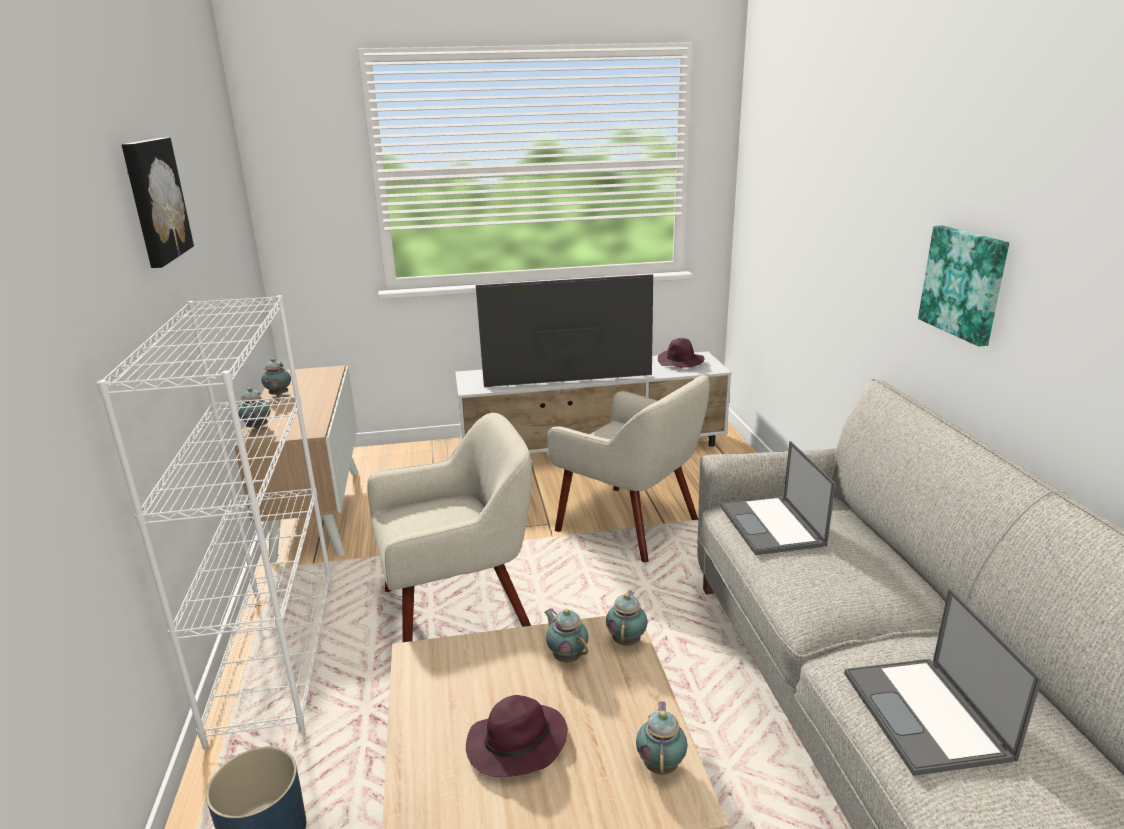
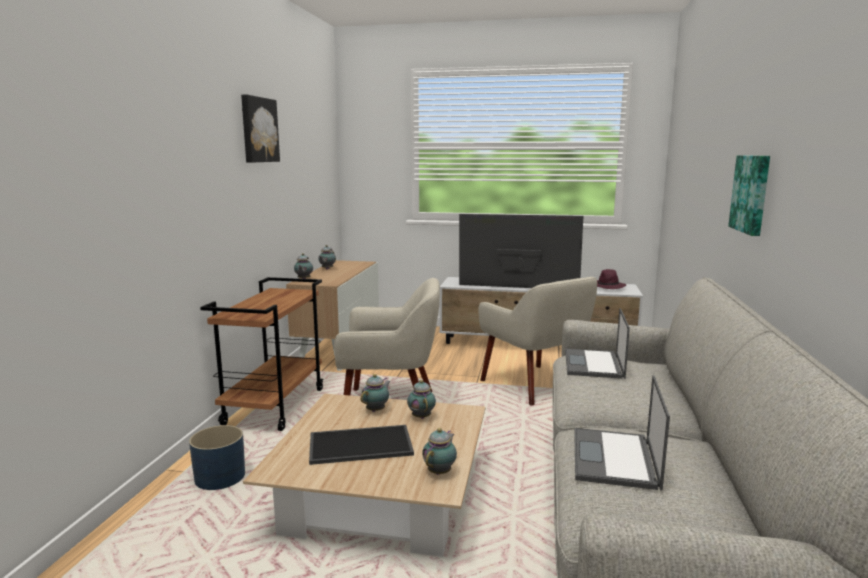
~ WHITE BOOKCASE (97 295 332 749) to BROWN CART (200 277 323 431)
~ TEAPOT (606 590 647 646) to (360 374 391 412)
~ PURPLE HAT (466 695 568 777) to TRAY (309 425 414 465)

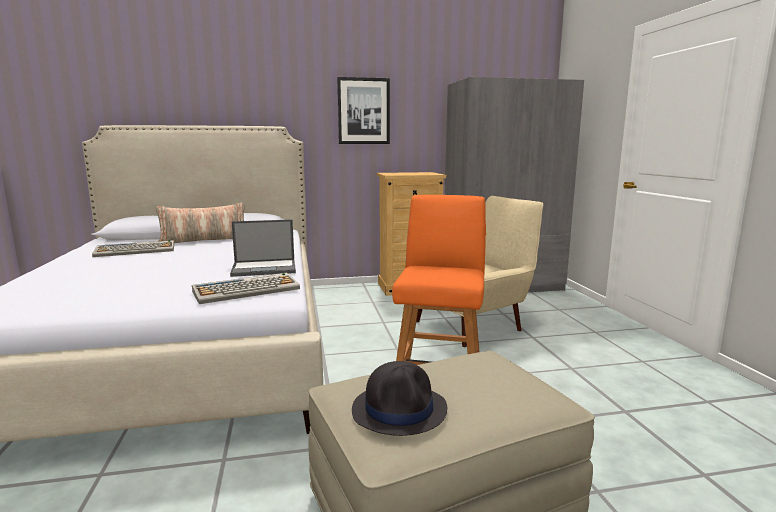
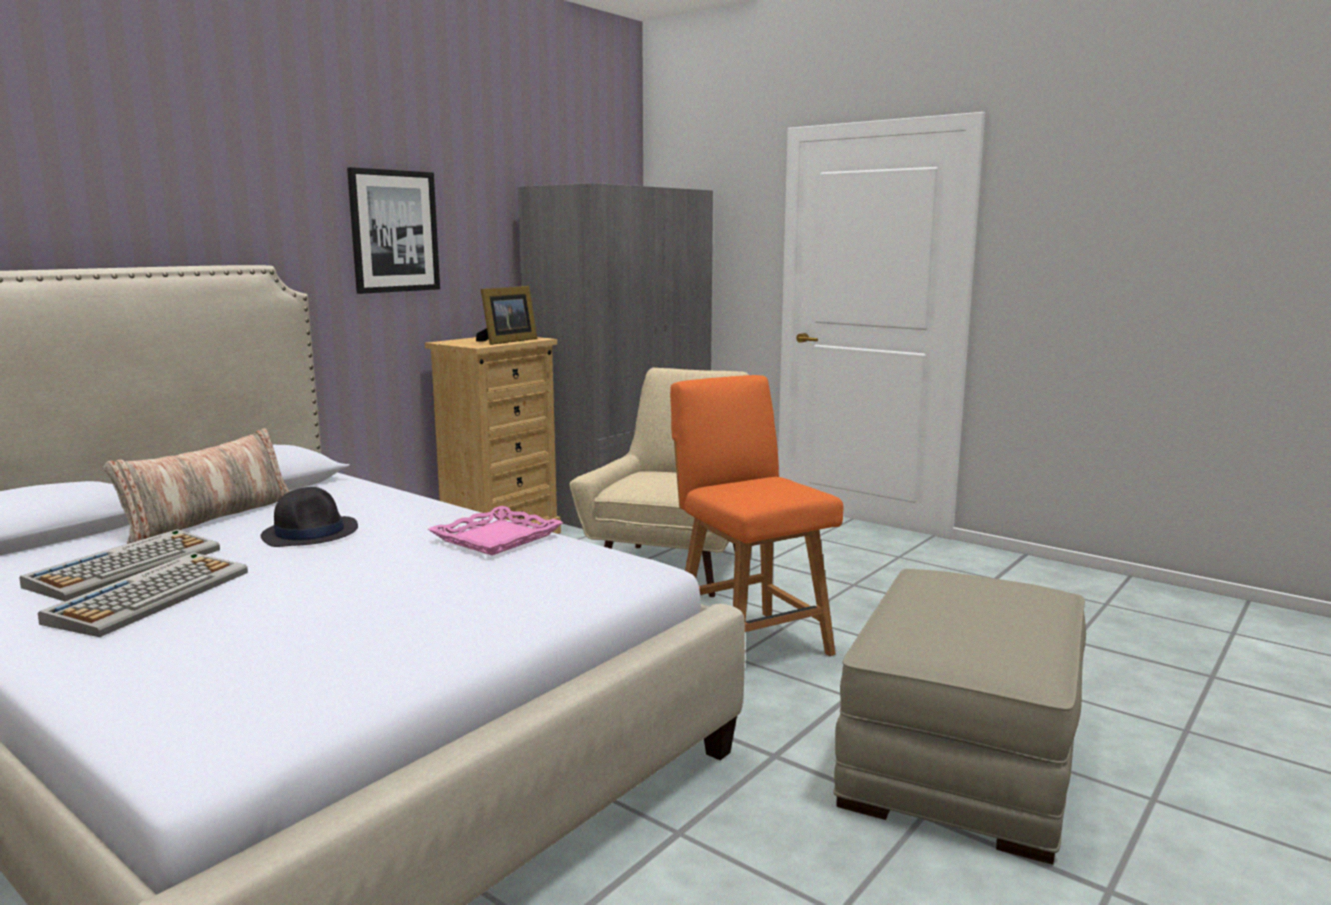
~ LAPTOP (230 219 296 277) to PINK TRAY (428 506 563 555)
~ KEYBOARD (192 273 300 304) to (38 552 248 637)
~ BLACK HAT (352 361 447 436) to (261 487 358 547)
+ PICTURE FRAME (476 286 538 345)

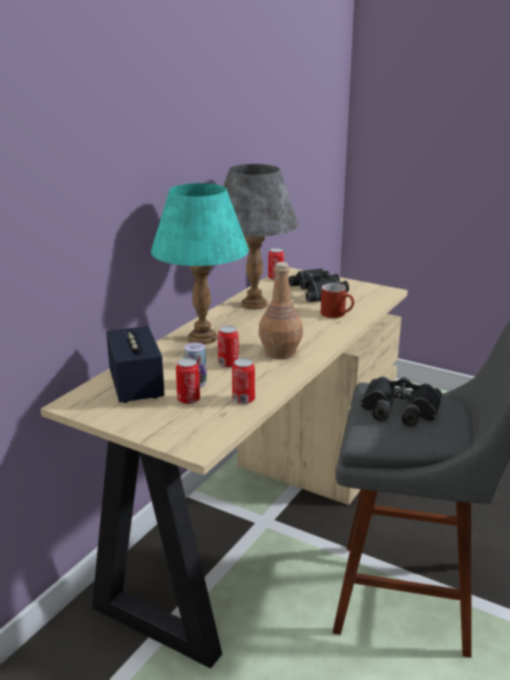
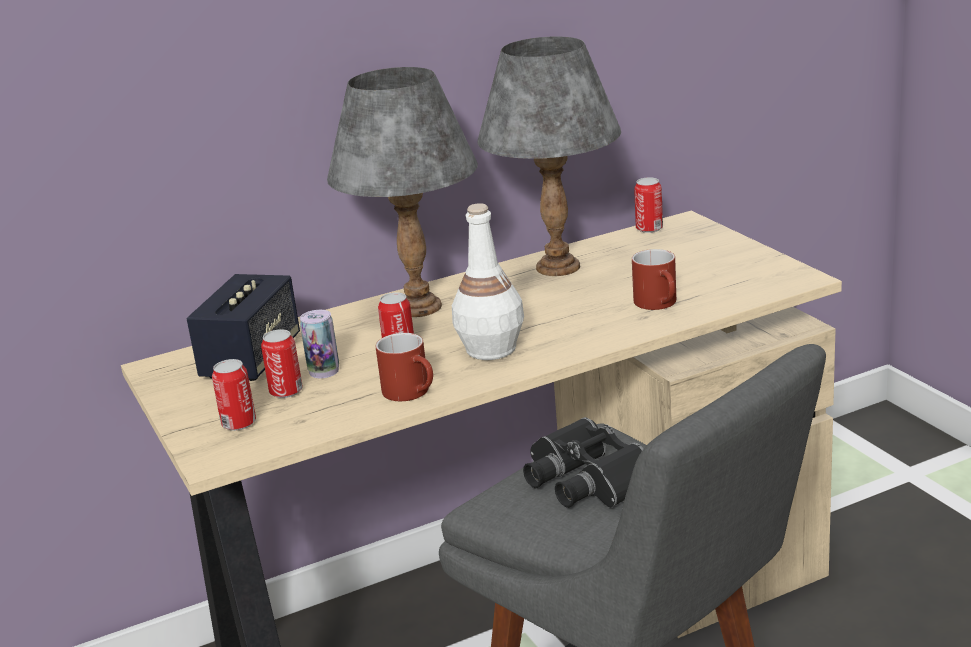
~ TURQUOISE TABLE LAMP (151 183 249 344) to GREY TABLE LAMP (327 67 478 317)
~ BROWN BOTTLE (259 262 303 359) to WHITE BOTTLE (452 203 524 360)
- BLACK BINOCULARS (289 268 349 302)
~ CAN (232 358 255 404) to (212 359 256 431)
+ RED MUG (375 333 433 401)

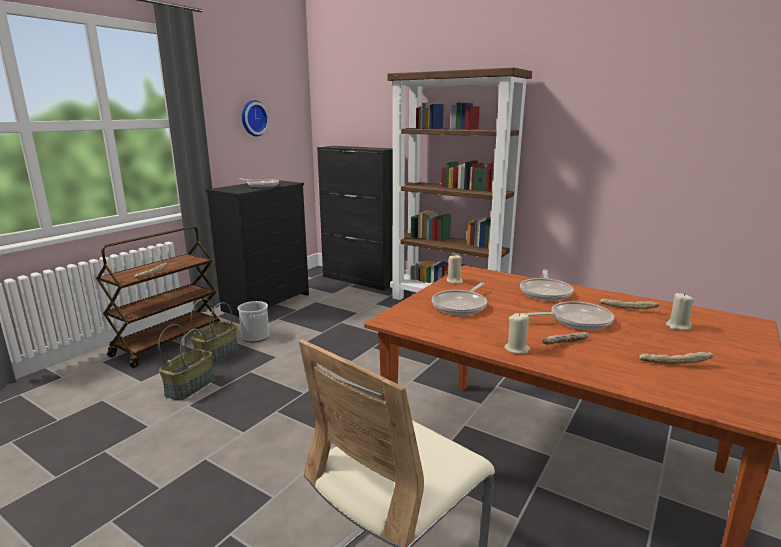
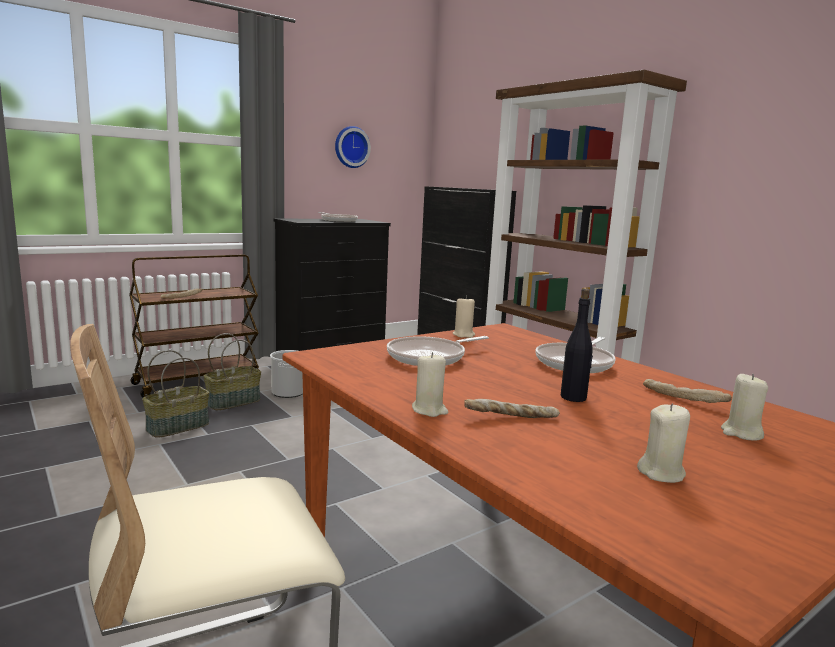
~ FRYING PAN (523 301 614 330) to BLACK BOTTLE (561 288 593 402)
~ BREAD (639 352 713 364) to BEIGE CANDLE (637 404 690 483)

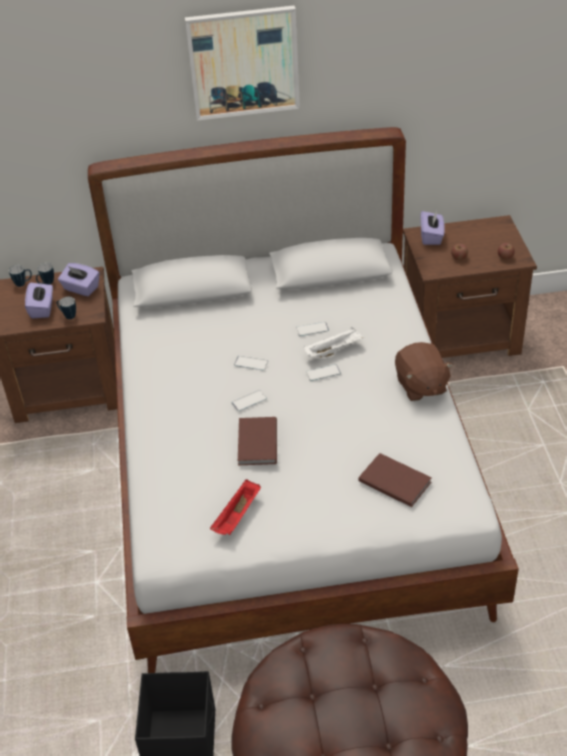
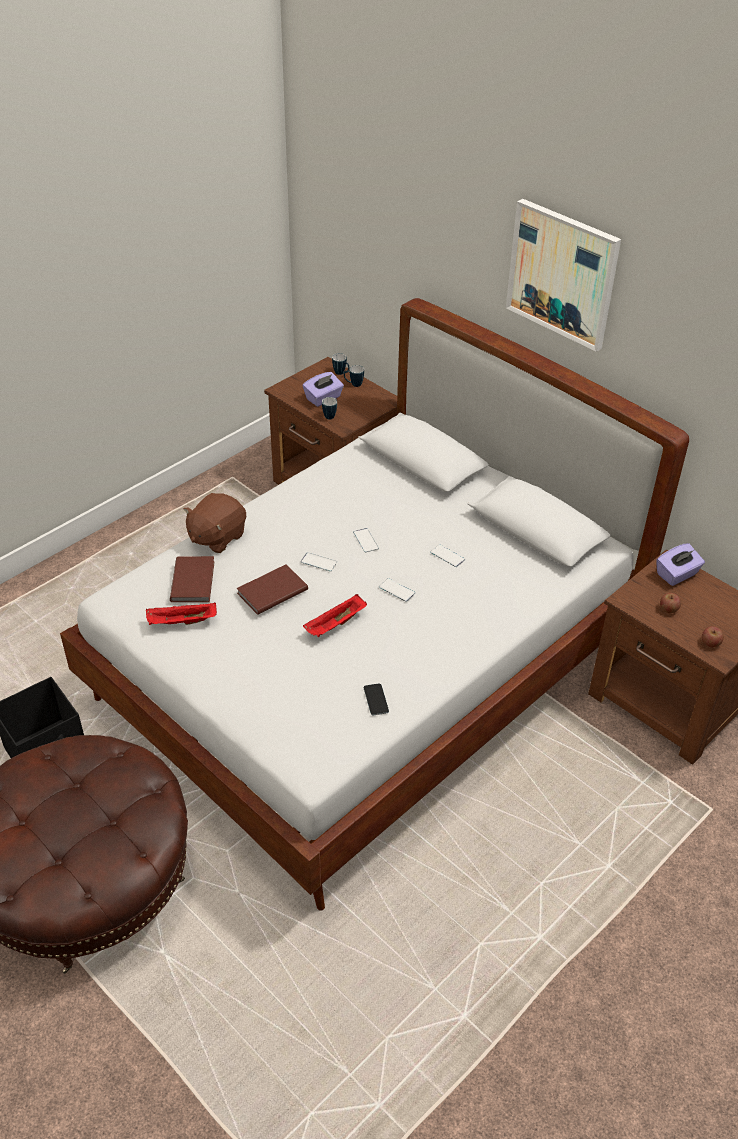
- PURPLE TISSUE BOX (58 263 99 296)
- WHITE TRAY (304 327 364 357)
~ BROWN PLUSH TOY (395 342 453 401) to (184 493 246 553)
~ BROWN BOOK (358 453 432 507) to (170 556 215 602)
+ RED TRAY (303 594 367 637)
+ PHONE (364 683 389 715)

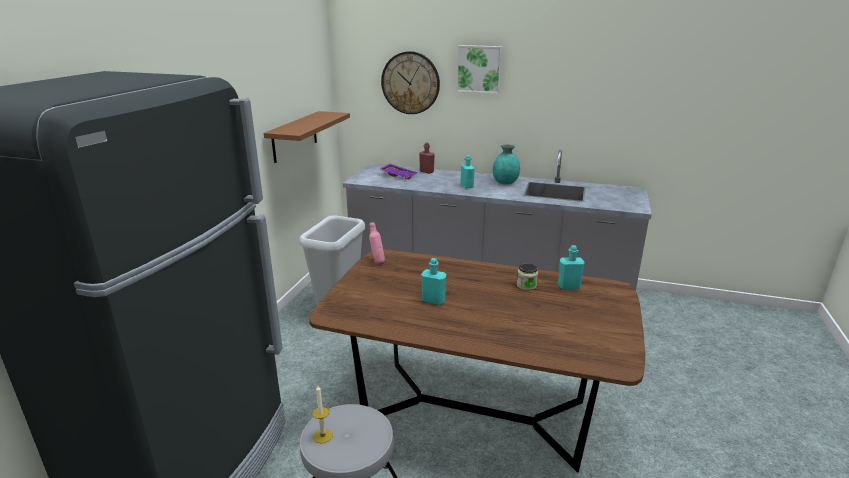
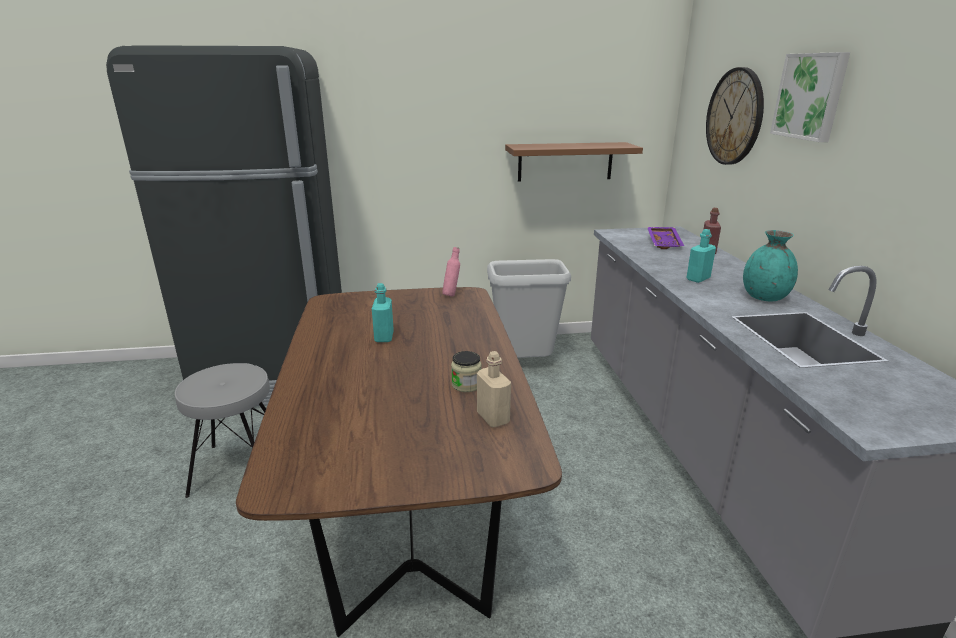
~ TURQUOISE BOTTLE (558 245 585 289) to BEIGE BOTTLE (477 351 511 428)
- CANDLE (312 386 333 443)

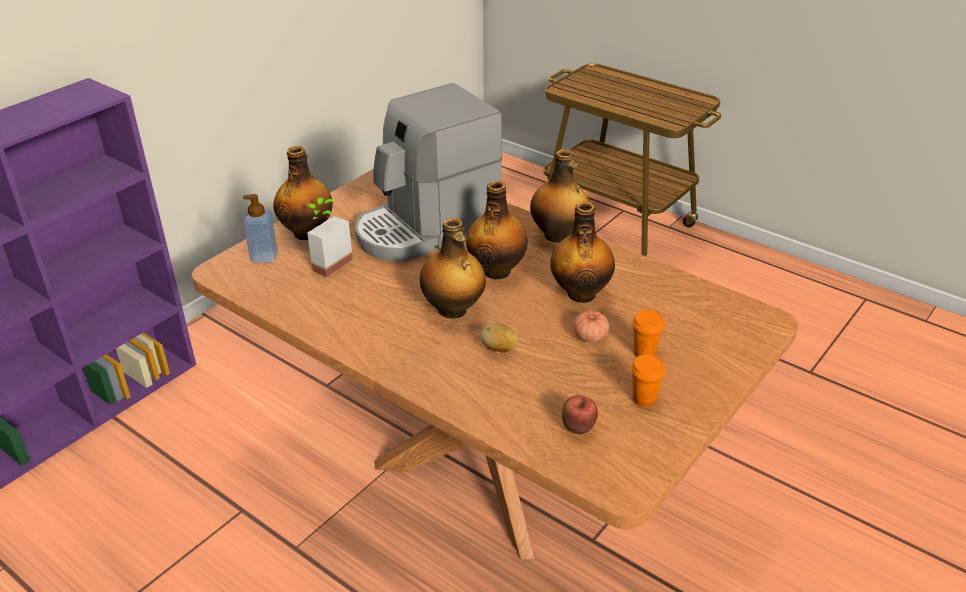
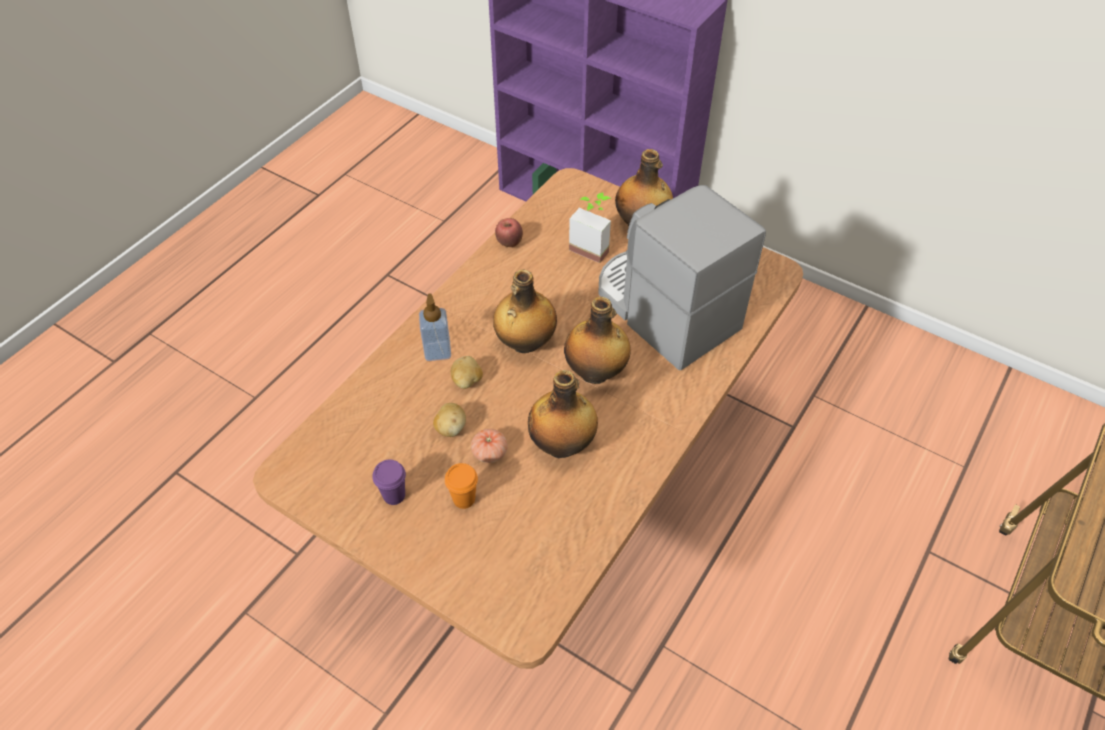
- BOTTLE (530 149 589 243)
~ SOAP DISPENSER (243 194 278 263) to (419 293 451 361)
~ ORANGE CUP (631 354 666 407) to PURPLE CUP (372 460 406 505)
~ APPLE (562 395 598 434) to (495 218 523 247)
+ POTATO (433 403 466 437)

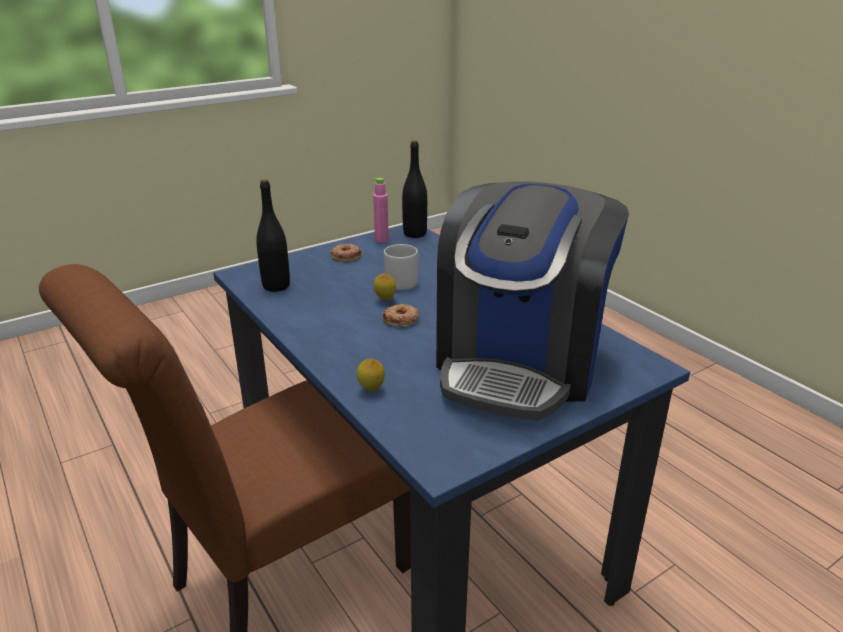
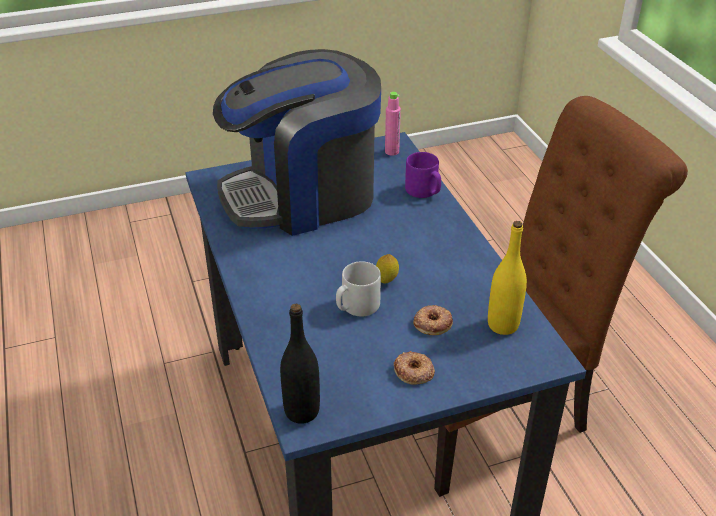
~ PINK BOTTLE (373 178 389 243) to (385 92 401 156)
~ BLACK BOTTLE (256 179 290 292) to YELLOW BOTTLE (488 221 527 335)
~ COFFEE MACHINE (436 181 629 421) = (213 49 381 236) 150 degrees counterclockwise
~ DONUT (383 304 420 327) to (413 305 453 335)
~ LEMON (357 359 385 391) to PURPLE MUG (405 152 441 198)

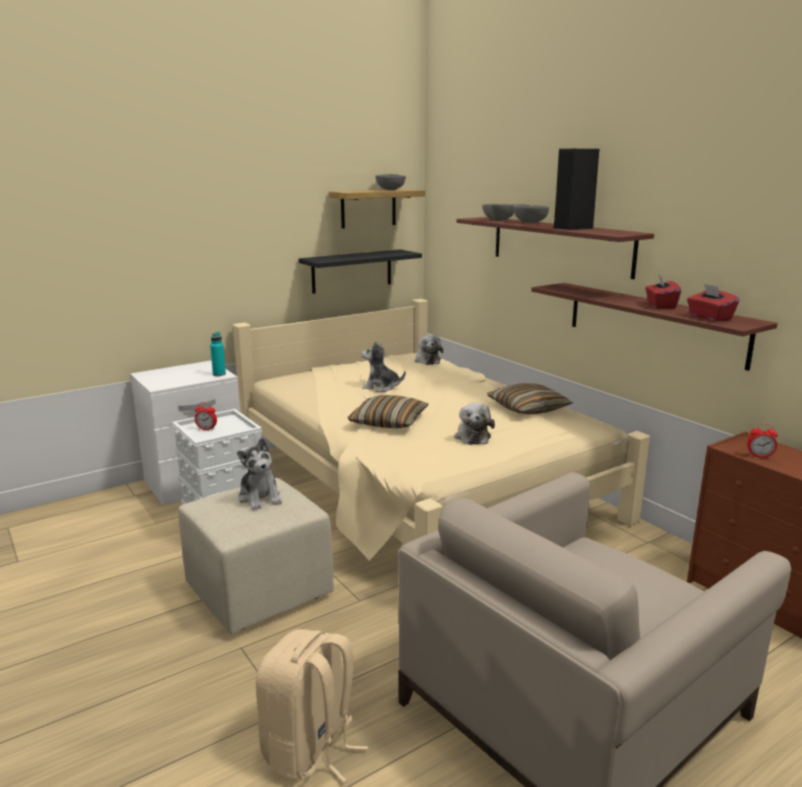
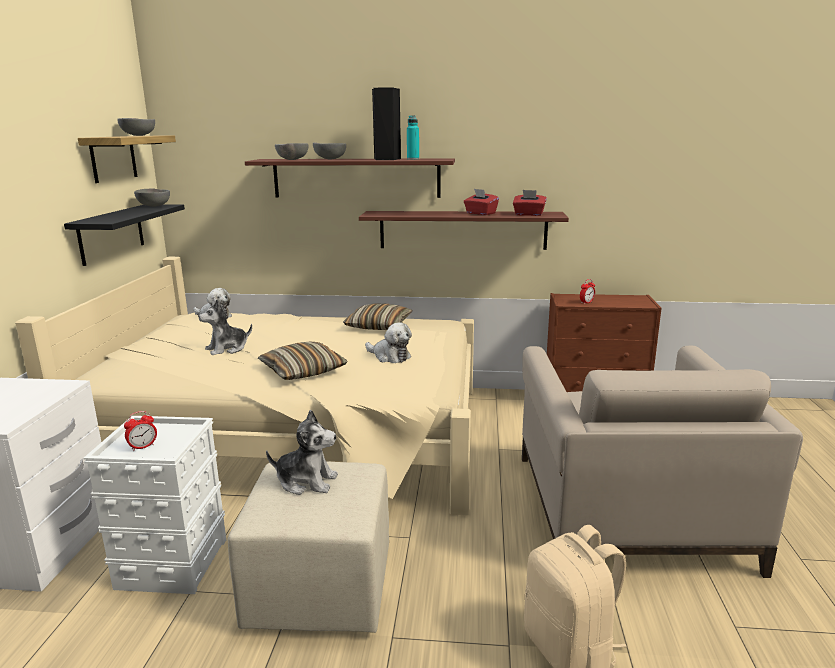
~ TURQUOISE BOTTLE (210 332 226 376) to (407 115 419 160)
+ GREY BOWL (134 188 170 207)

